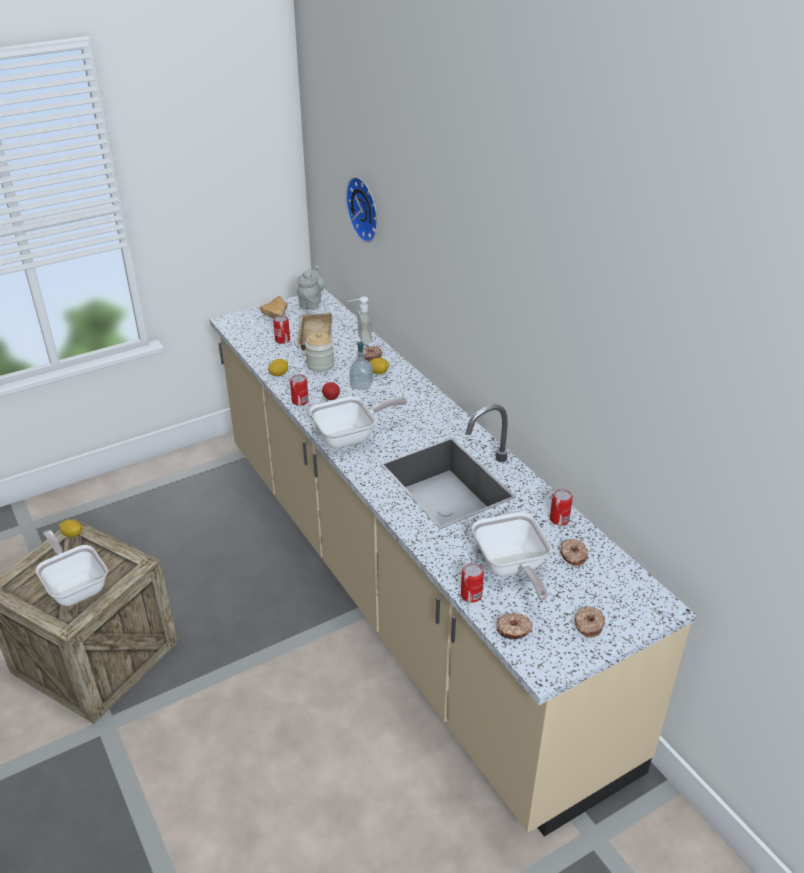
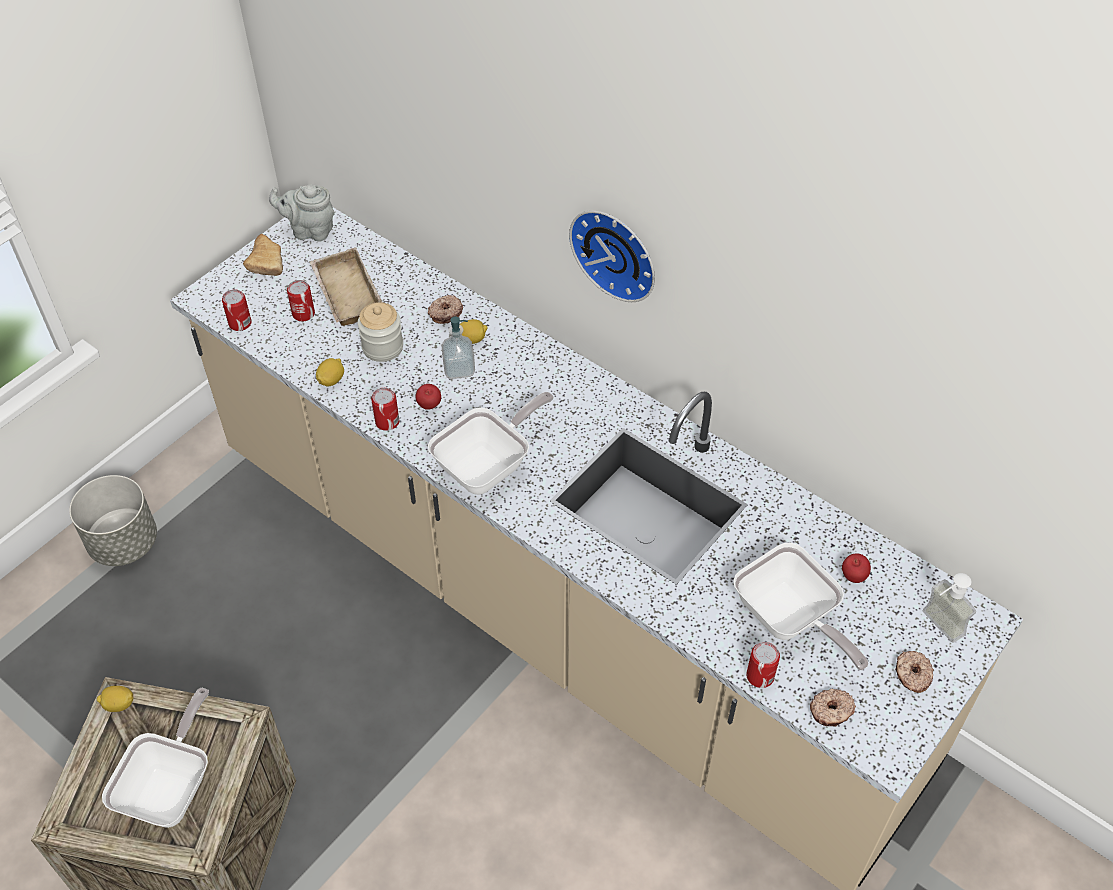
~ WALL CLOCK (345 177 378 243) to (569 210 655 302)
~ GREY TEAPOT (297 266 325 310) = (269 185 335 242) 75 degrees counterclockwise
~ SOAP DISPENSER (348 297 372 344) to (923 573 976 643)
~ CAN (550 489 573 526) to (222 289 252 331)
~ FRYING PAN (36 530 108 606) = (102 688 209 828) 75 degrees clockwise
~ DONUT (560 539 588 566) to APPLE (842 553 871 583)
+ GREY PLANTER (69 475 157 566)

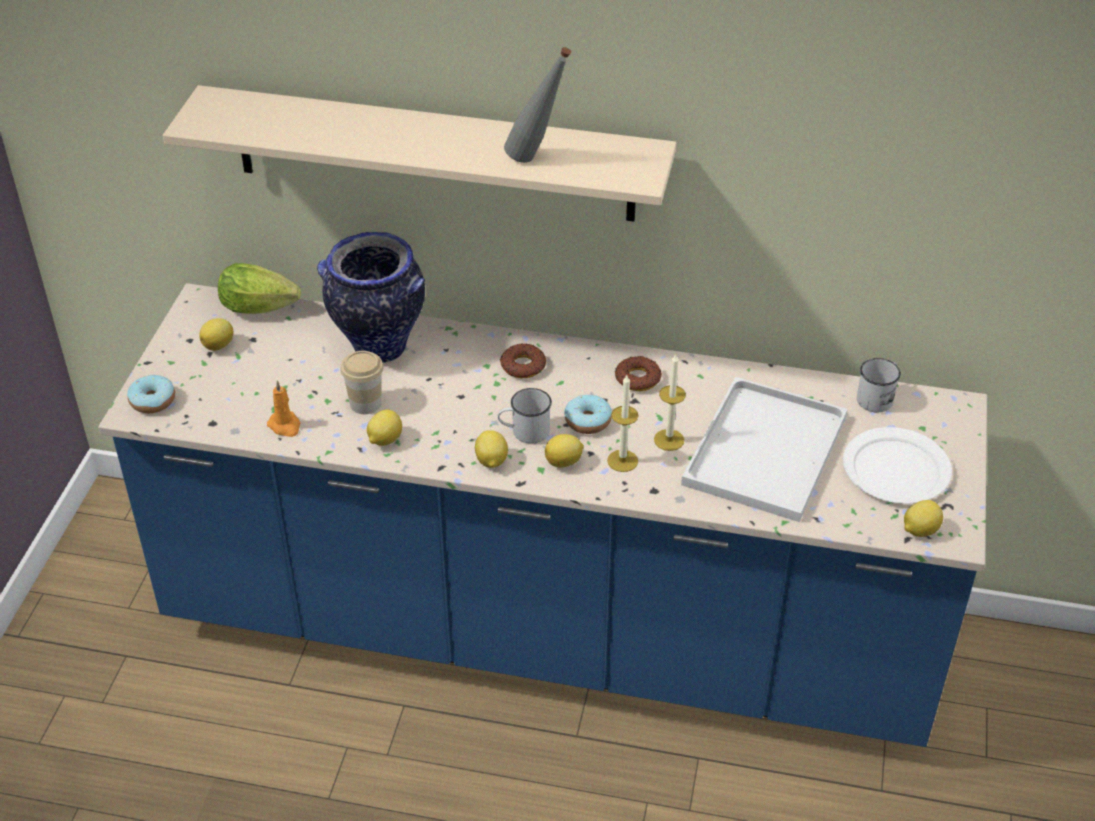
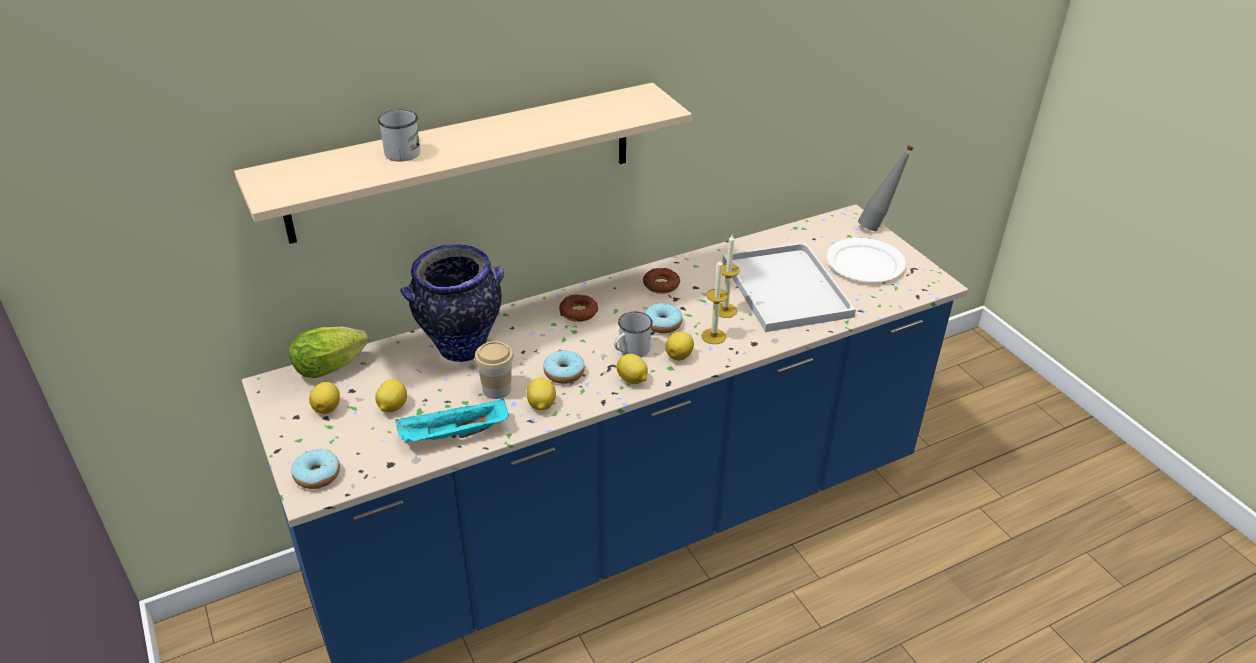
~ GREY BOTTLE (504 47 571 163) to (858 145 914 231)
~ WHITE MUG (857 358 901 412) to (378 109 420 162)
~ ORANGE CANDLE (267 380 300 437) to TURQUOISE TRAY (395 398 509 443)
~ LEMON (904 500 943 537) to (375 379 407 412)
+ DONUT (543 350 585 384)

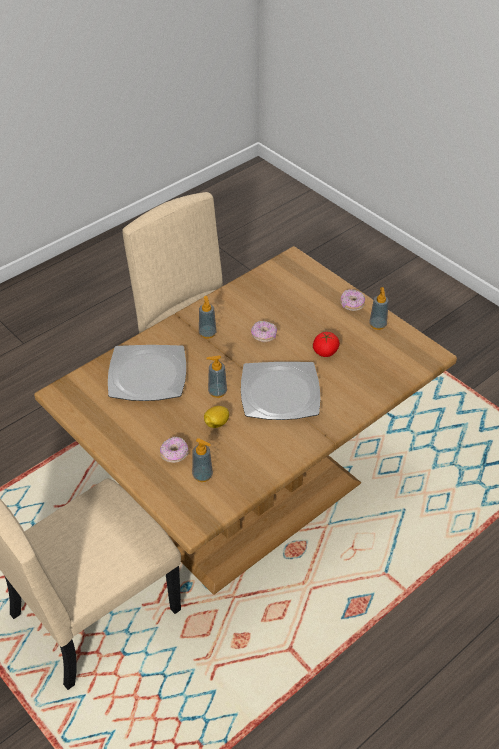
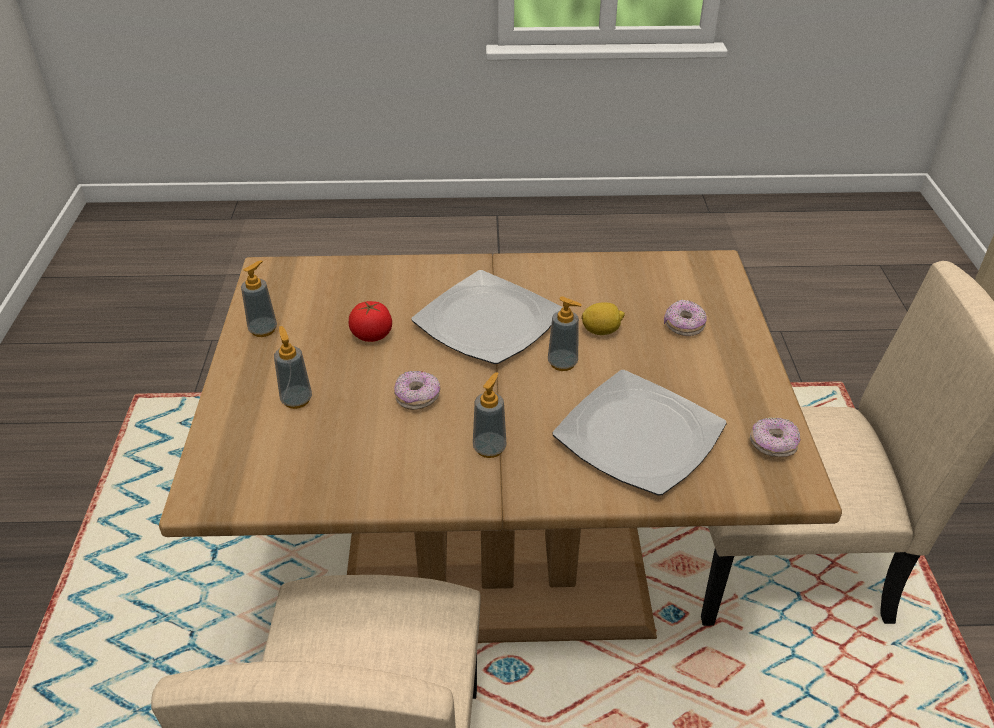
~ DONUT (340 289 365 311) to (750 417 801 458)
~ SOAP DISPENSER (192 438 213 482) to (274 326 312 409)

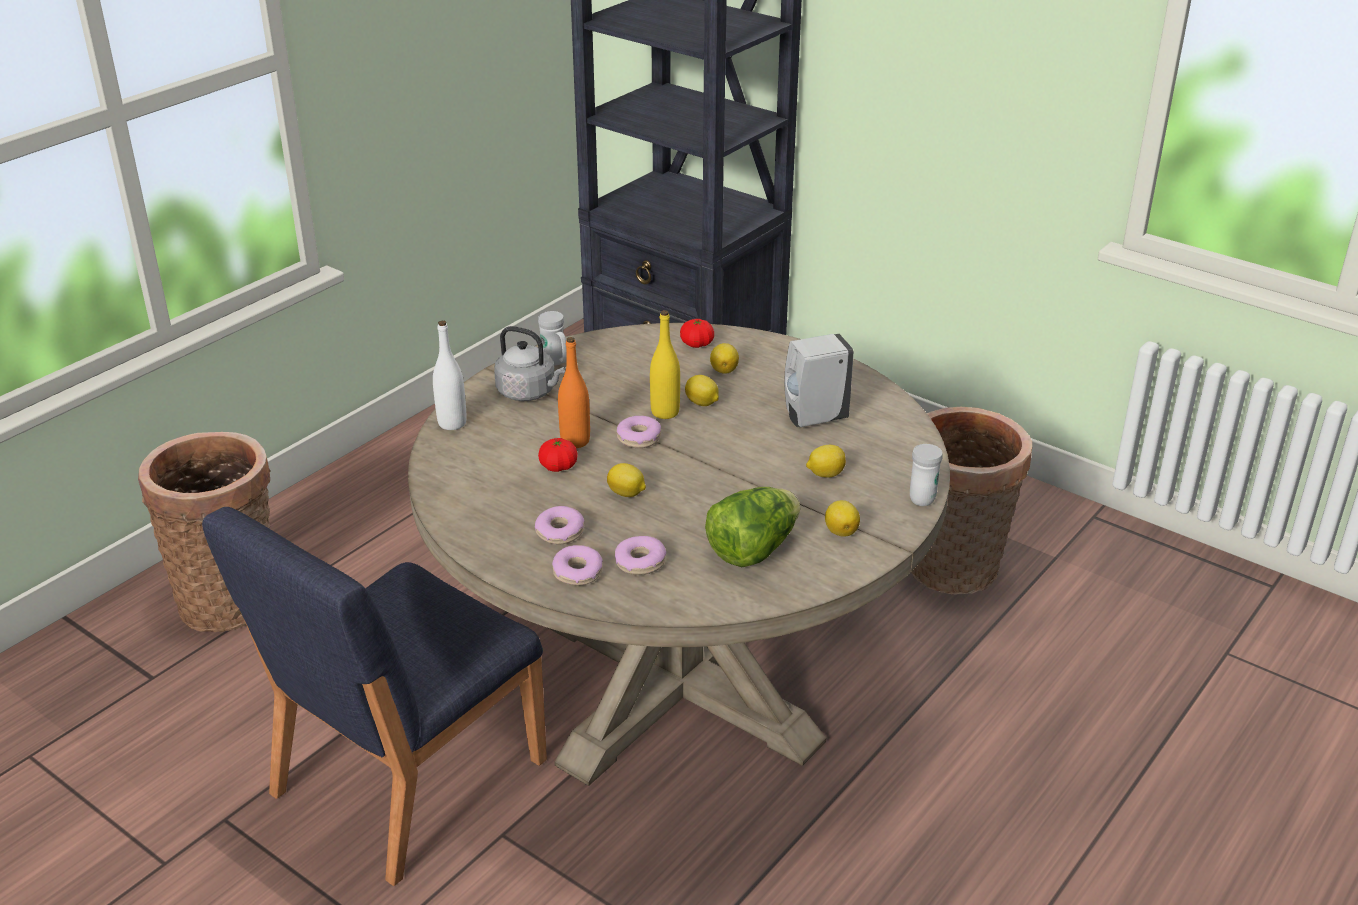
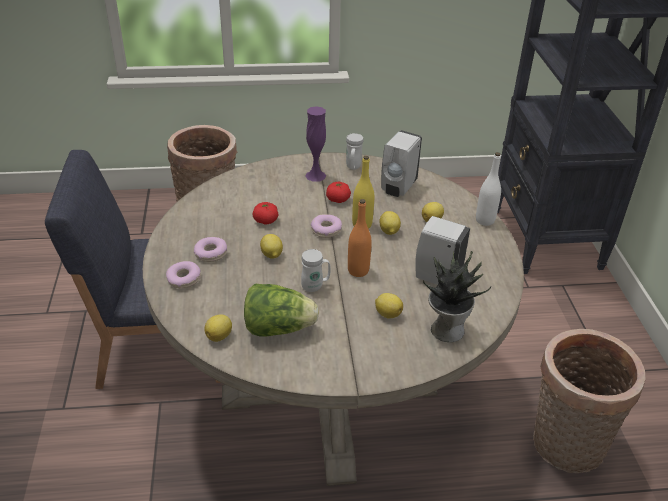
~ TOMATO (680 319 714 348) to (326 182 351 203)
~ WHITE BOTTLE (433 321 467 430) to (476 152 501 226)
~ GREY KETTLE (494 326 565 401) to PURPLE VASE (305 106 326 182)
~ ORANGE BOTTLE (558 337 590 448) to (348 199 372 277)
~ WHITE MUG (910 444 943 506) to (301 249 331 292)
~ LEMON (825 500 860 537) to (204 315 232 342)
- DONUT (615 536 666 575)
+ WHITE SOAP DISPENSER (381 130 422 197)
+ POTTED PLANT (423 251 491 342)

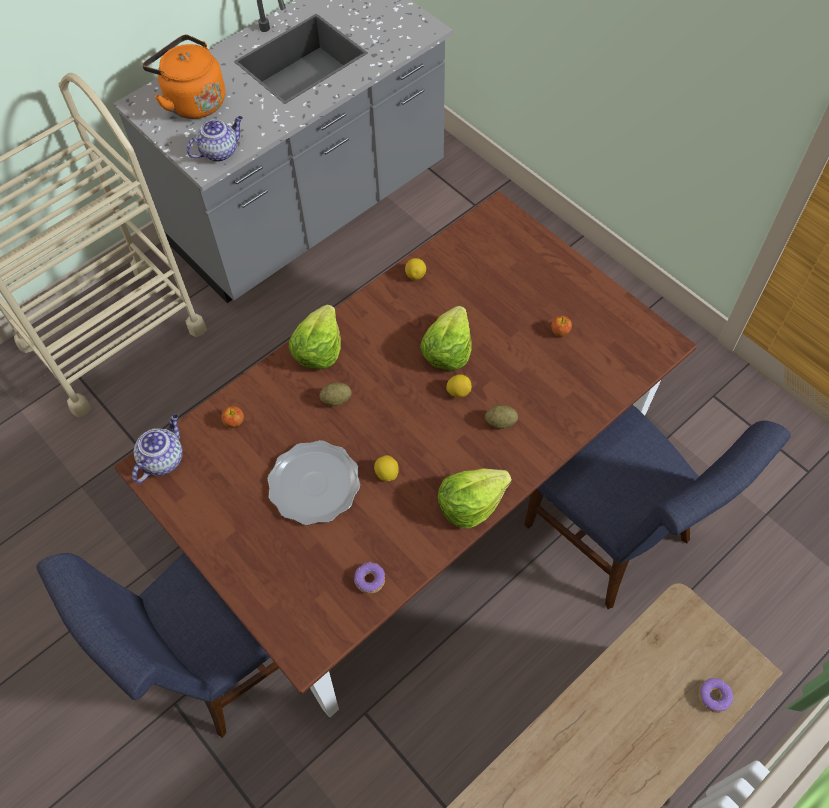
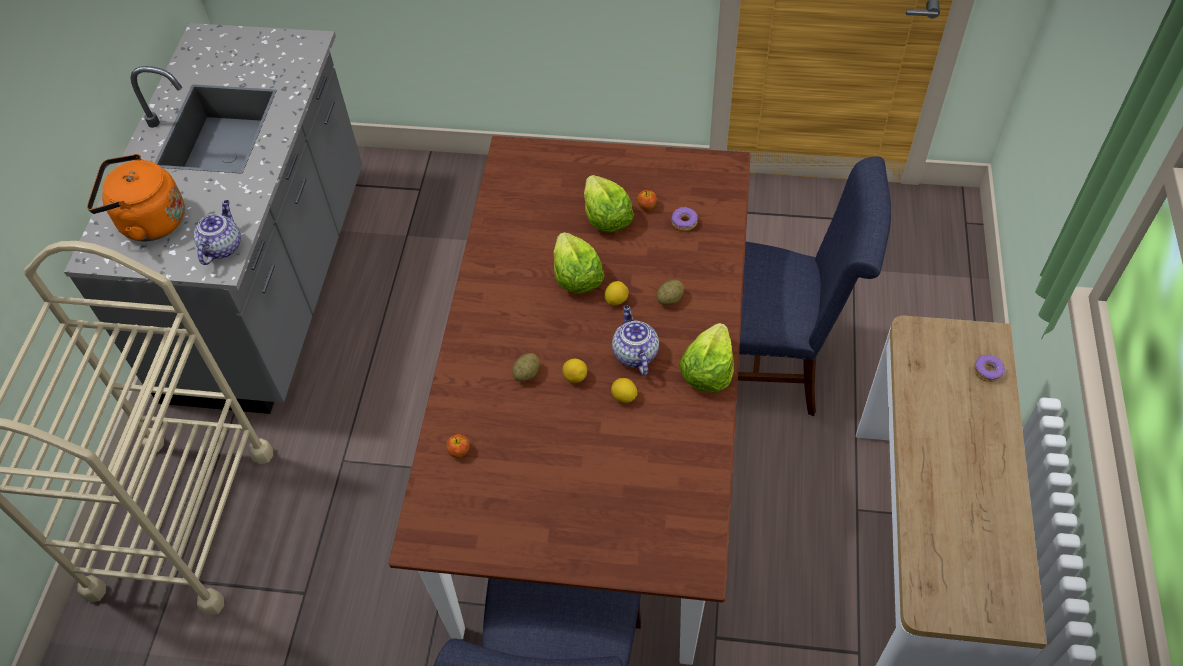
~ LEMON (405 258 426 280) to (563 359 587 383)
~ LETTUCE (289 304 341 369) to (584 175 634 233)
~ TEAPOT (132 414 183 483) to (612 305 659 375)
- PLATE (268 440 360 525)
~ DONUT (354 562 385 594) to (672 207 698 231)

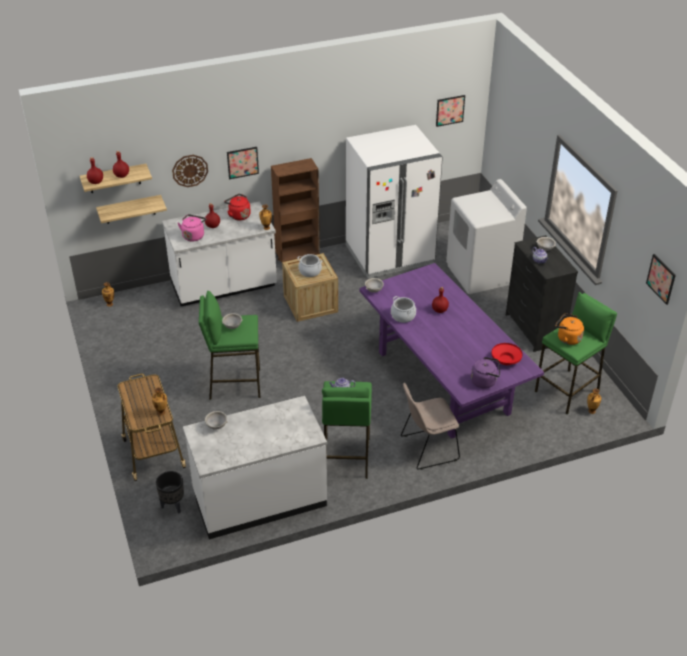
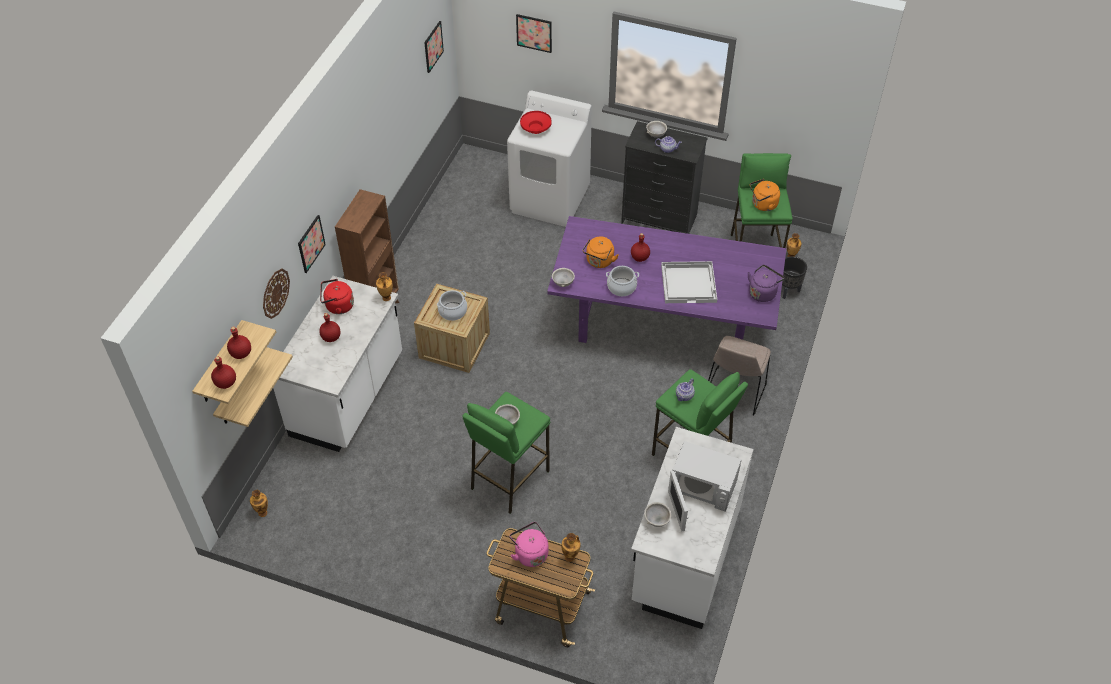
- WHITE FRIDGE (346 125 443 278)
~ PINK KETTLE (178 214 206 241) to (510 522 548 567)
~ PICTURE (646 254 676 305) to (516 14 552 53)
~ RED BOWL (492 343 523 365) to (520 111 552 134)
~ BLACK PLANTER (156 471 184 514) to (782 256 807 299)
+ ORANGE KETTLE (583 237 619 268)
+ WHITE TRAY (661 261 717 303)
+ WHITE MICROWAVE (668 441 741 531)

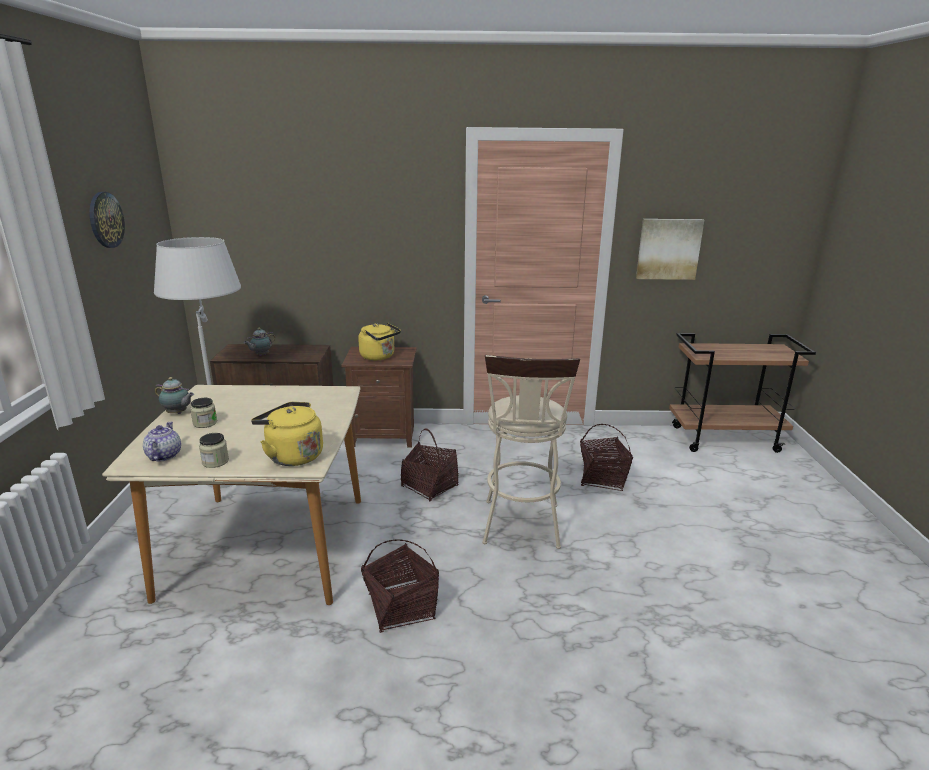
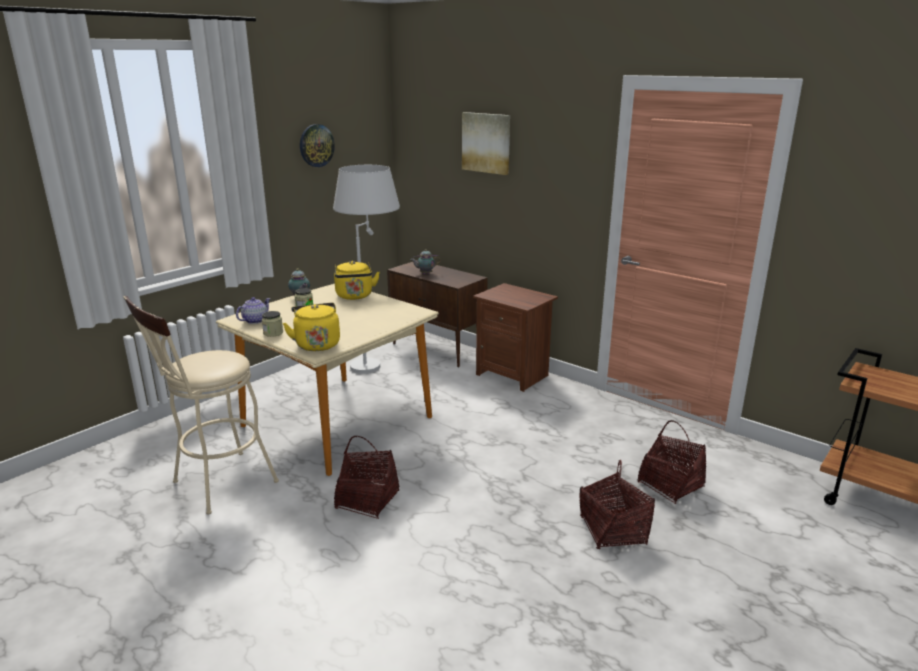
~ PICTURE (636 219 704 280) to (462 112 510 175)
~ YELLOW KETTLE (358 323 401 360) to (334 261 380 300)
~ BEIGE STOOL (482 355 580 549) to (123 296 279 515)
~ BASKET (401 429 459 501) to (580 460 655 549)

